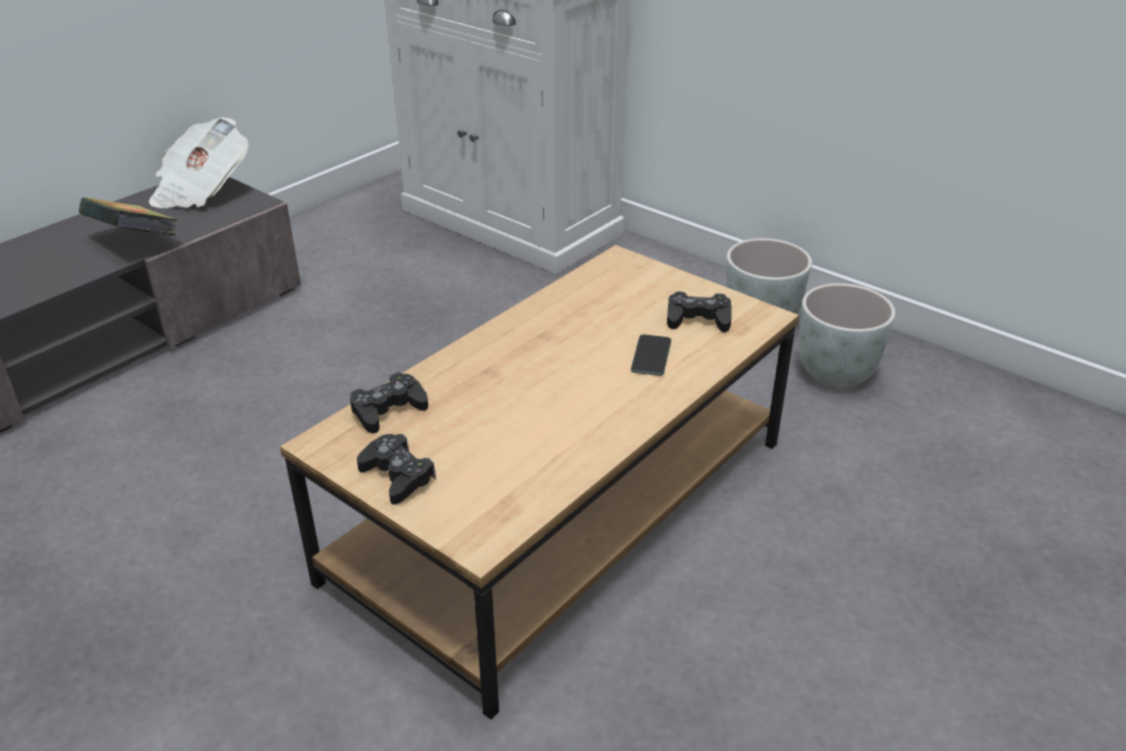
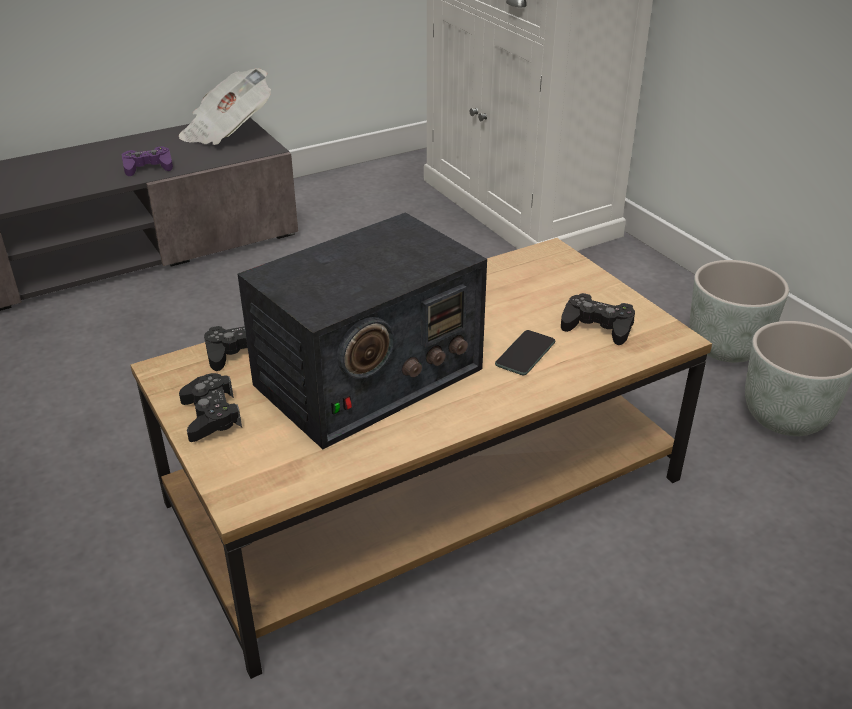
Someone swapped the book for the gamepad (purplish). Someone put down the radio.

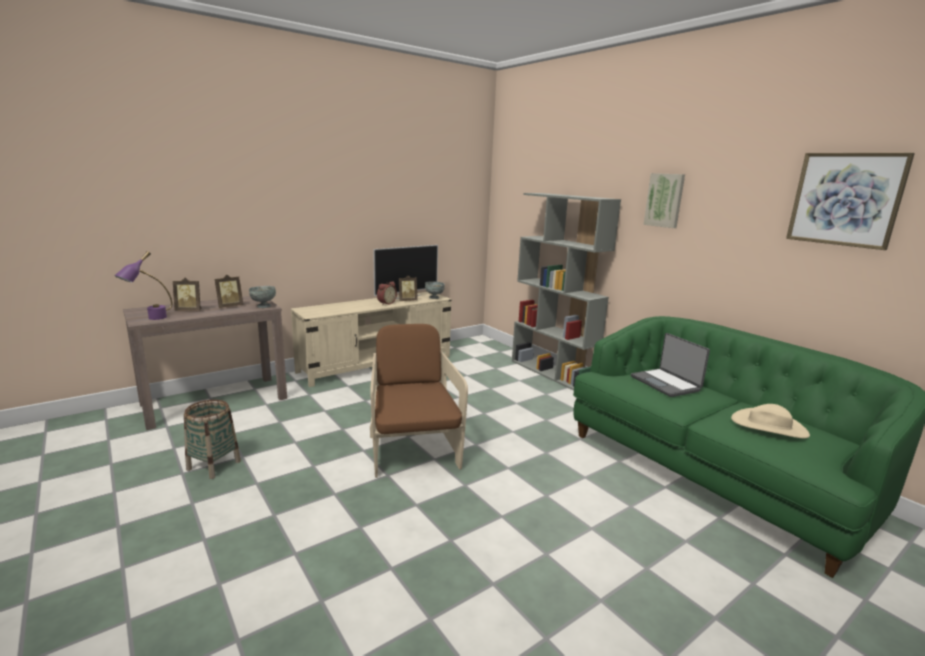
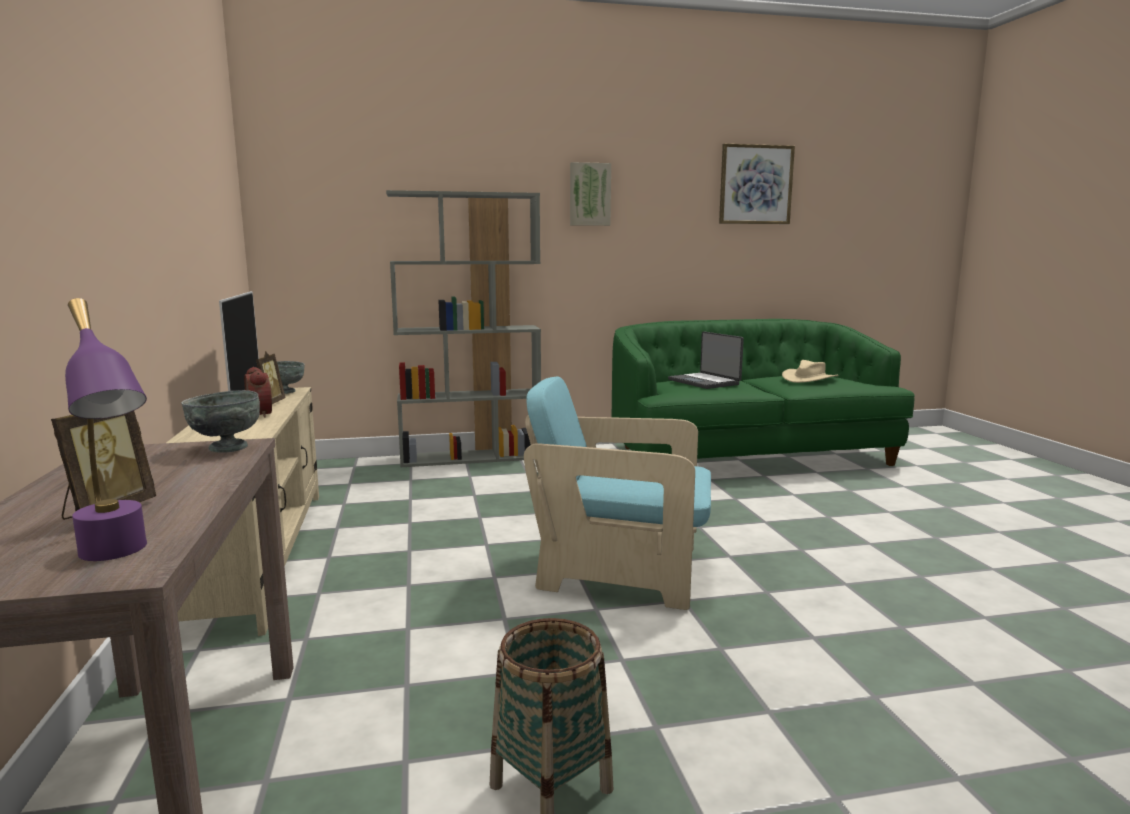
Someone repainted the armchair (brownish), which became the armchair (blue-green). Someone rotated the portable computer by 60 degrees clockwise. Someone took away the standing frame (no. 2 from left).

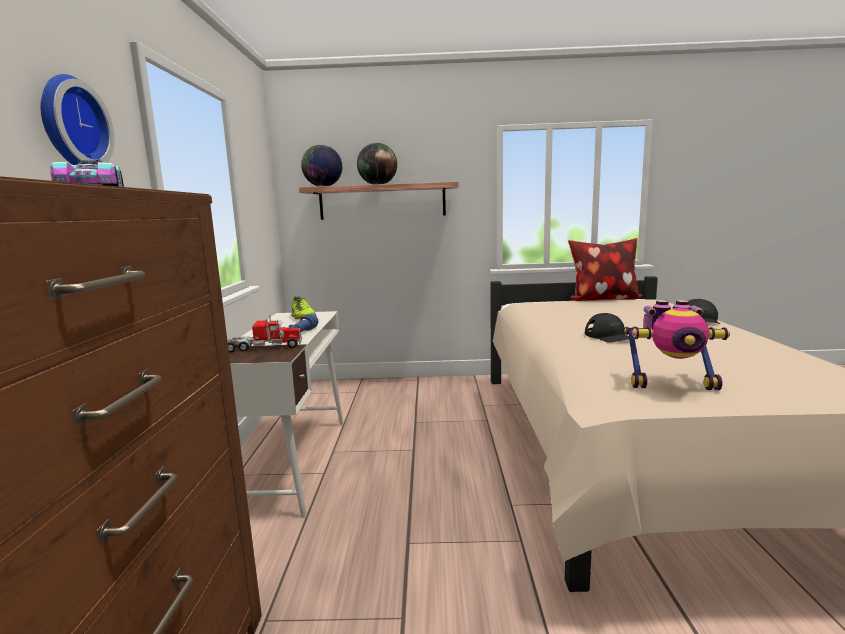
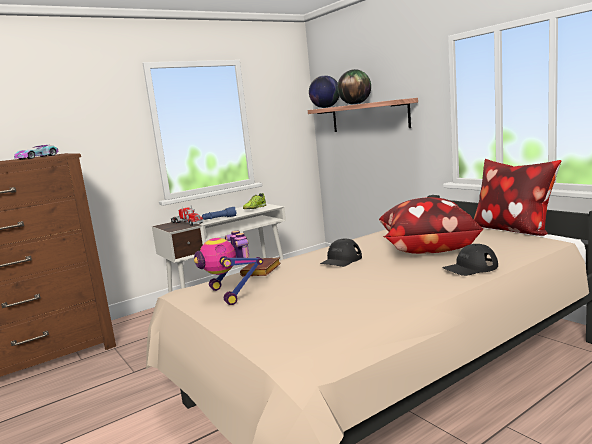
Someone put down the book (brownish). Someone put down the throw pillow (no. 1 from left). Someone took away the hanging clock.

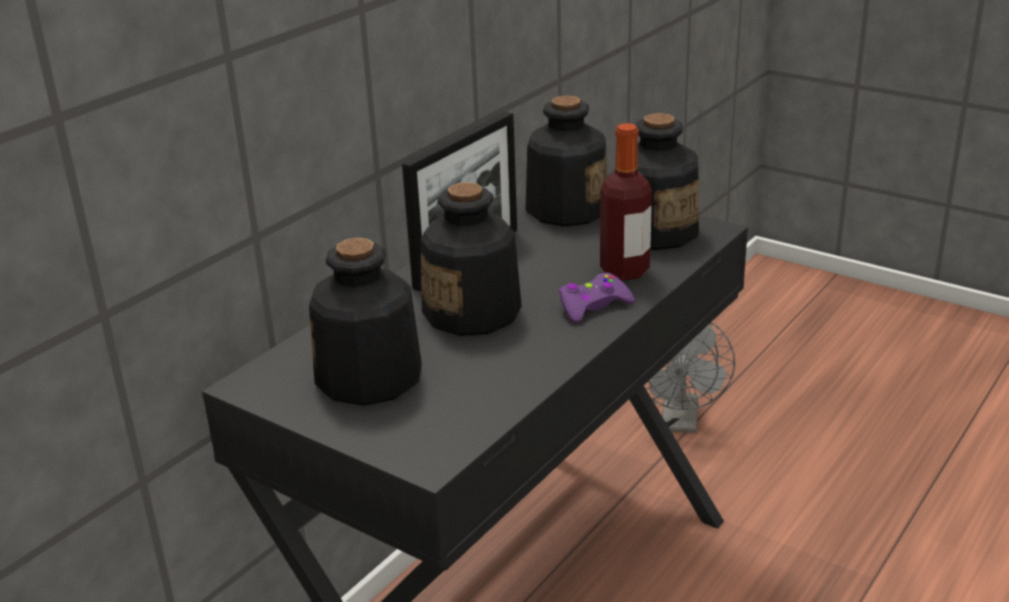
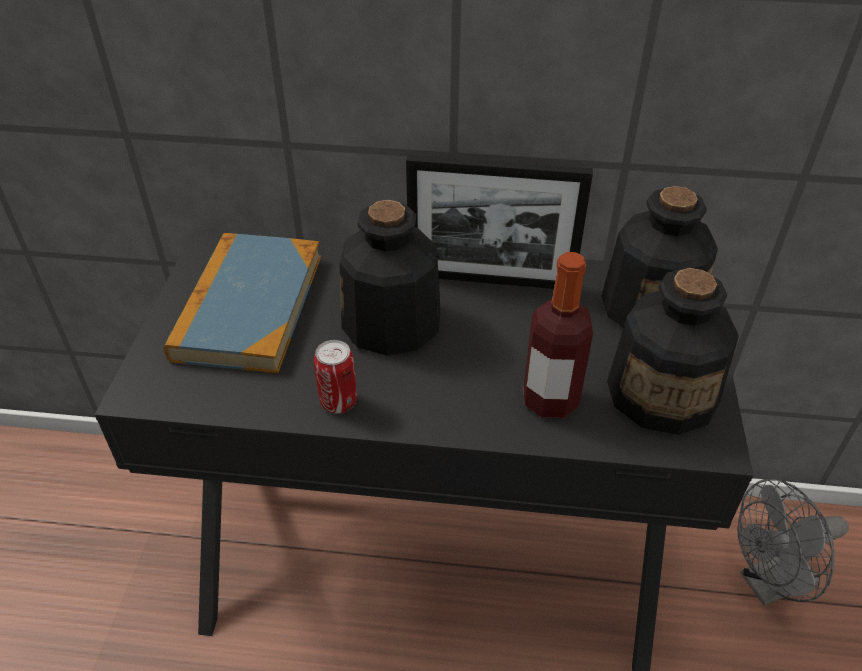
Someone swapped the drink bottle (no. 1 from left) for the book. Someone put down the can. Someone took away the gamepad (purplish).

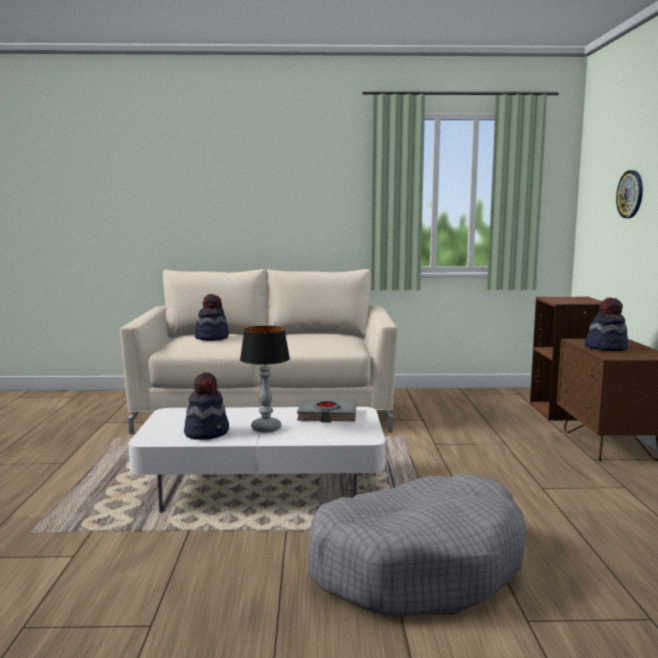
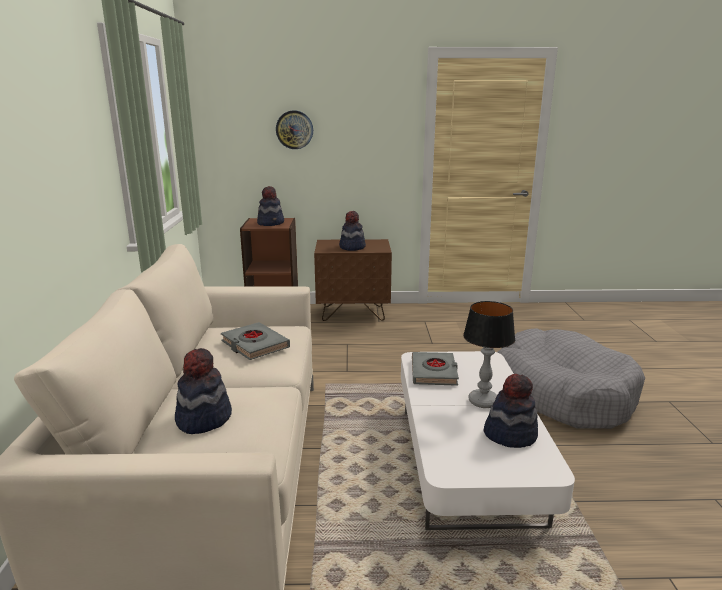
Someone put down the book (greyish) (no. 1 from left). Someone put down the hat (no. 2 from left).

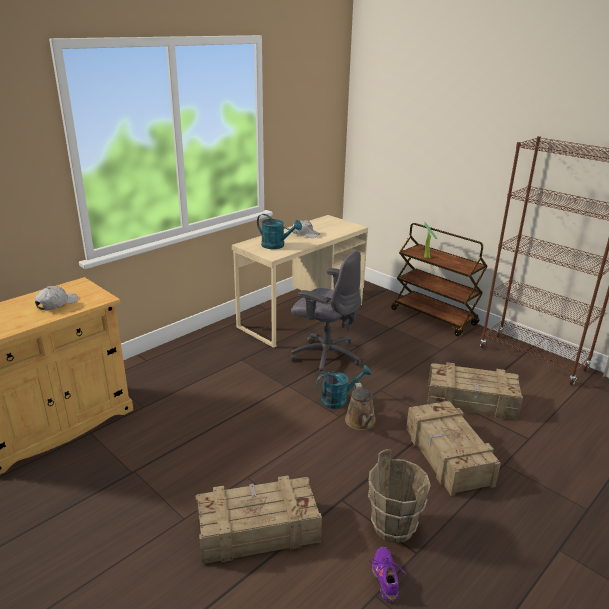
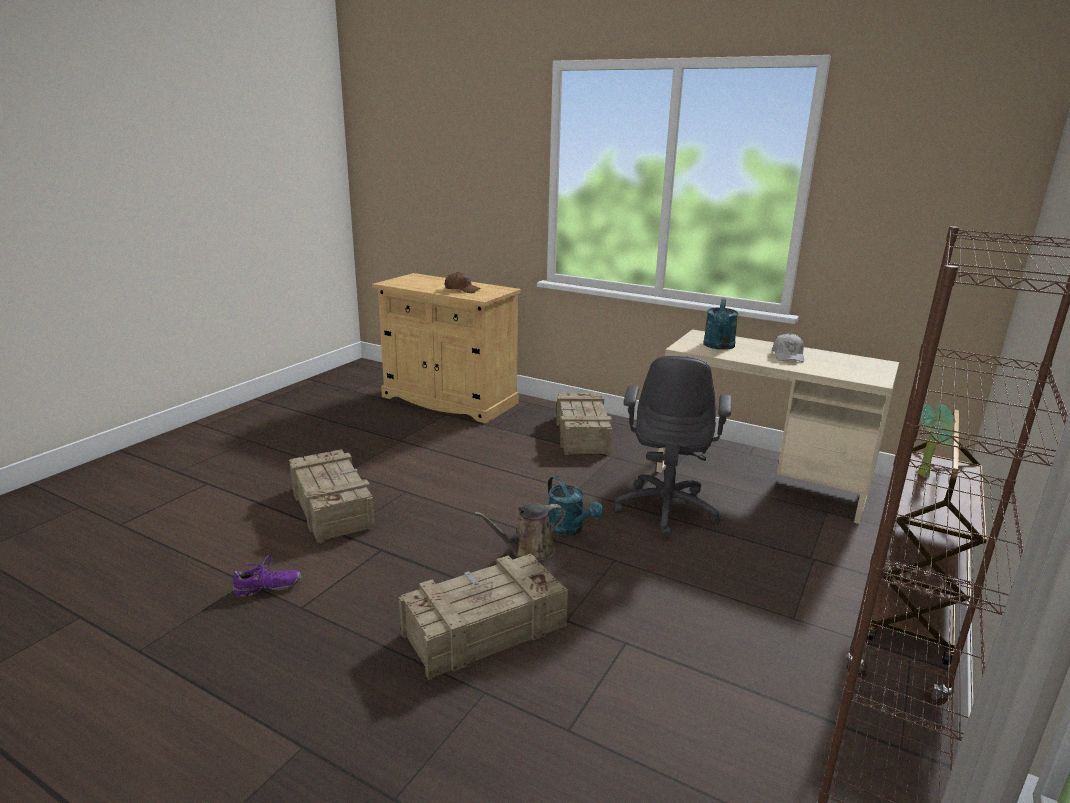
Someone repainted the baseball cap (white-coloured) (no. 1 from left), which became the baseball cap (brownish). Someone carried the crate (no. 3 from left). Someone took away the pail (brownish).

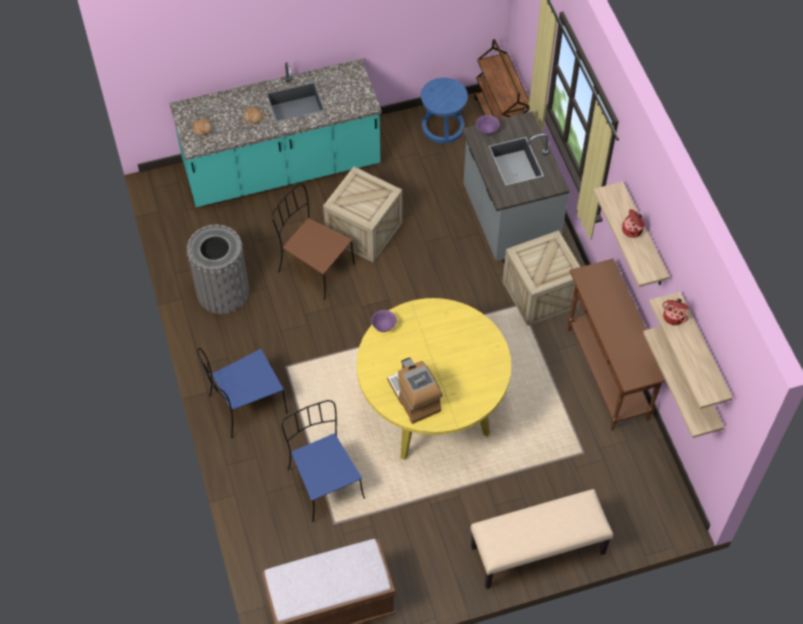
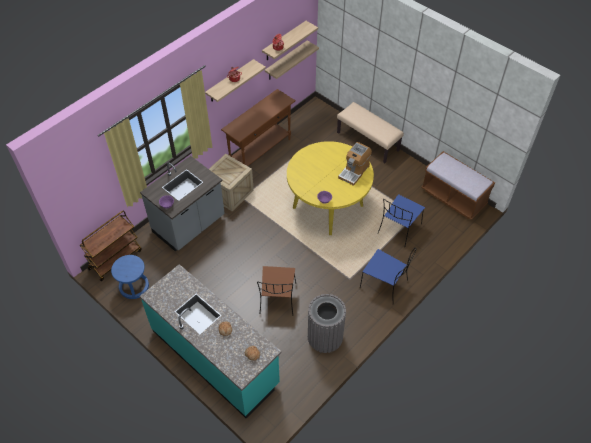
Someone took away the crate (no. 1 from left).

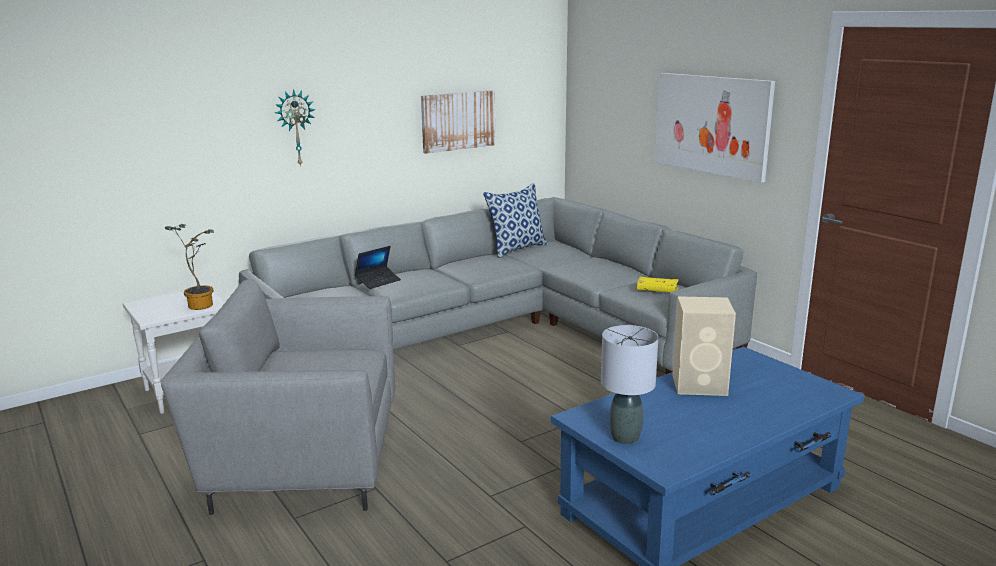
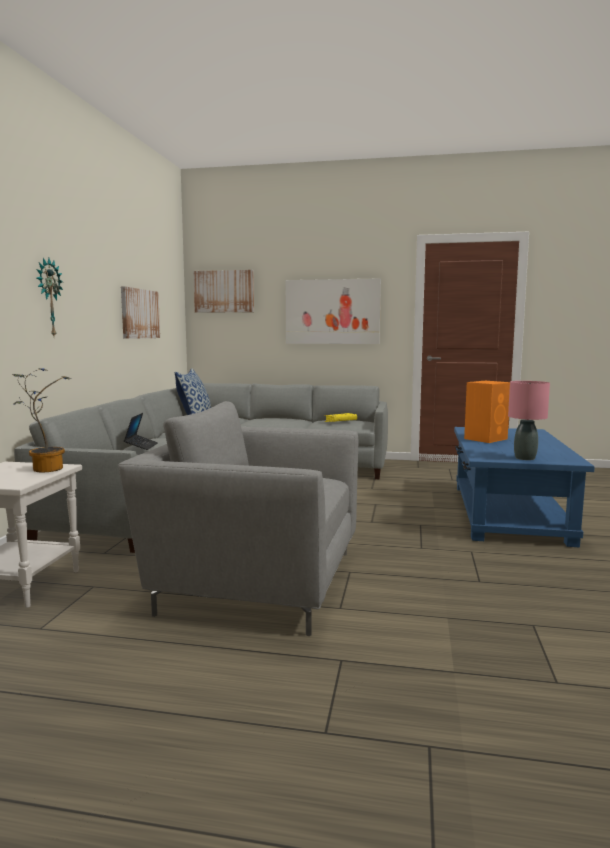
Someone rotated the armchair (greyish) by 60 degrees clockwise. Someone put up the wall art (no. 2 from left). Someone repainted the loudspeaker (sand-coloured), which became the loudspeaker (orangey). Someone repainted the table lamp (greyish), which became the table lamp (pink).

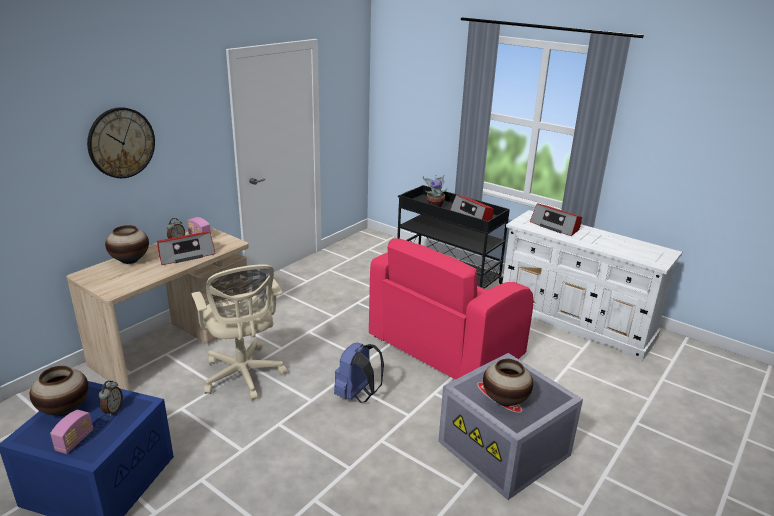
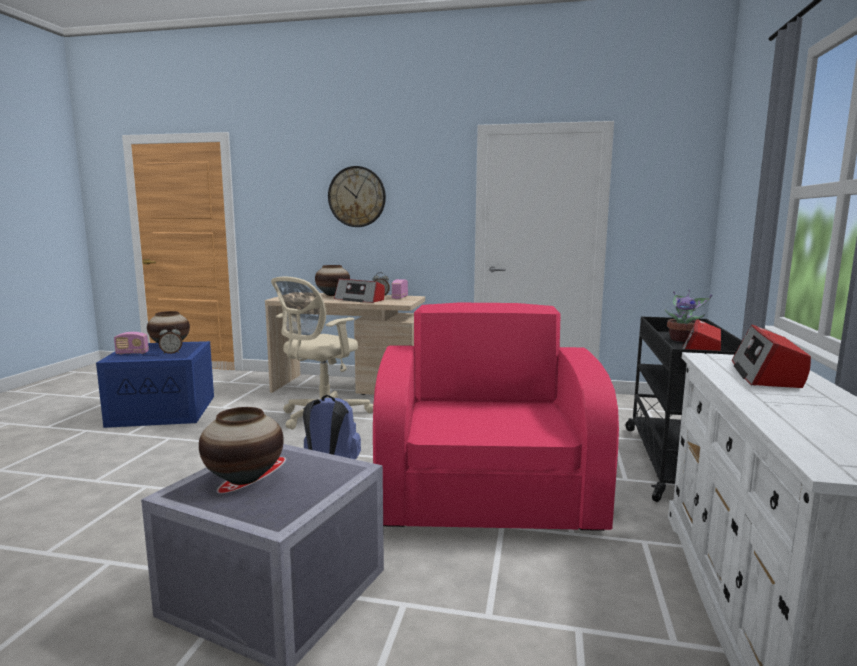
Someone rotated the armchair (pink) by 75 degrees clockwise.

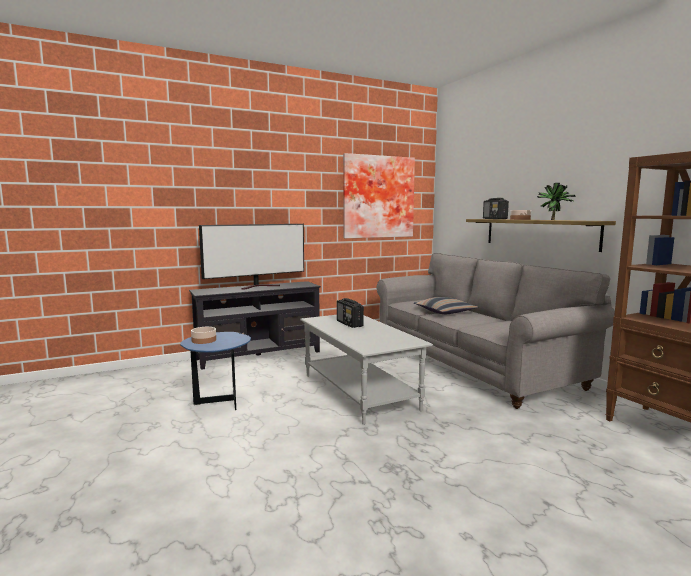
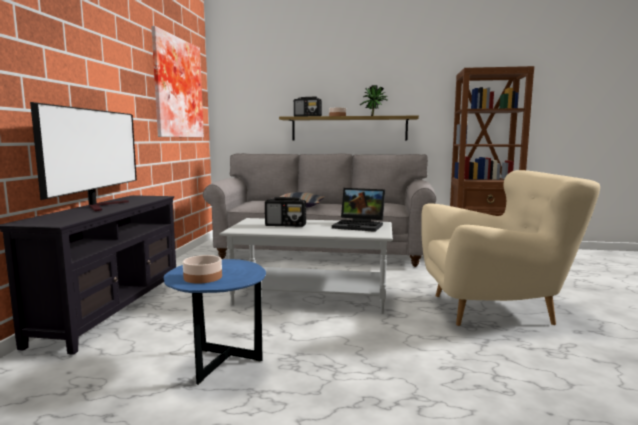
Someone put down the portable computer. Someone put down the armchair (sand-coloured).

